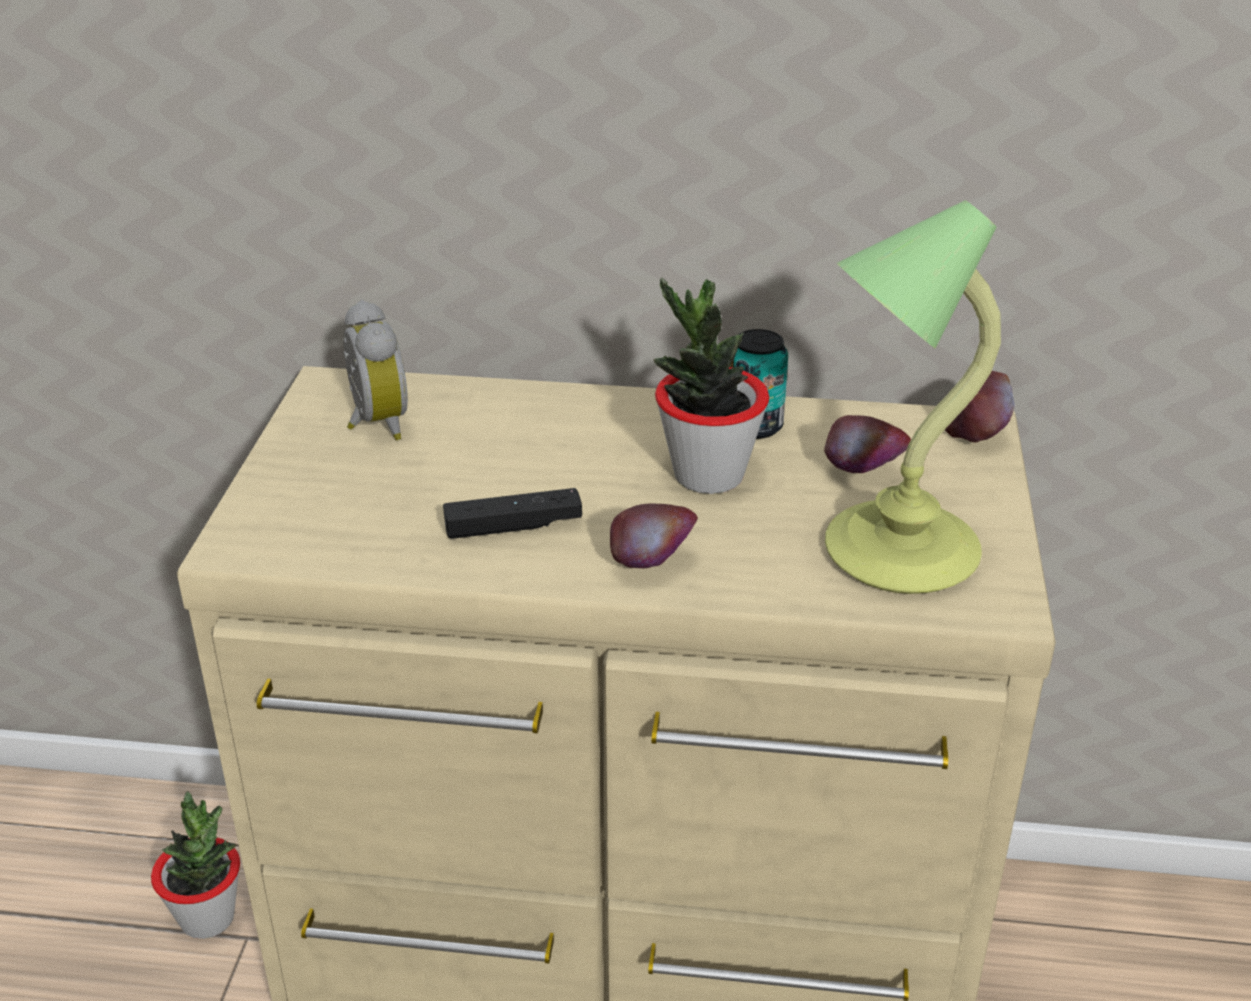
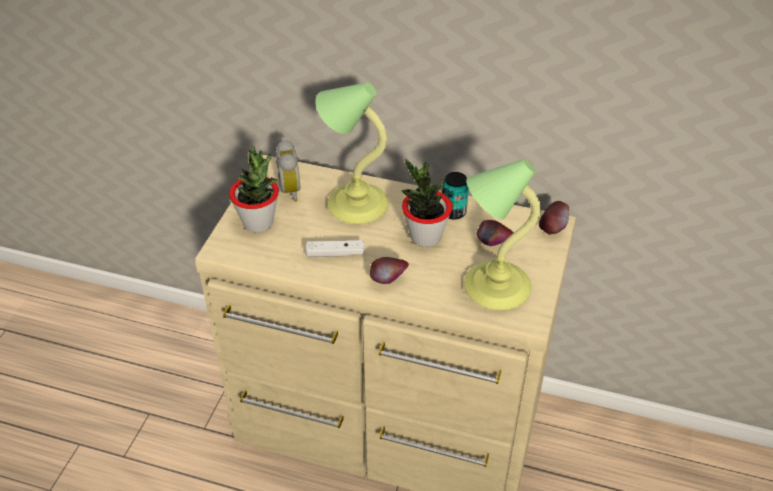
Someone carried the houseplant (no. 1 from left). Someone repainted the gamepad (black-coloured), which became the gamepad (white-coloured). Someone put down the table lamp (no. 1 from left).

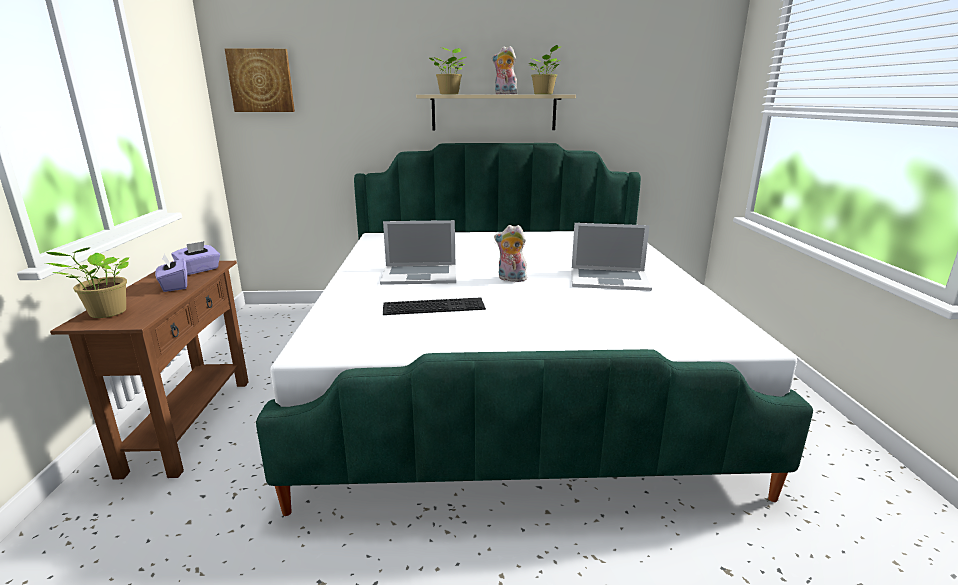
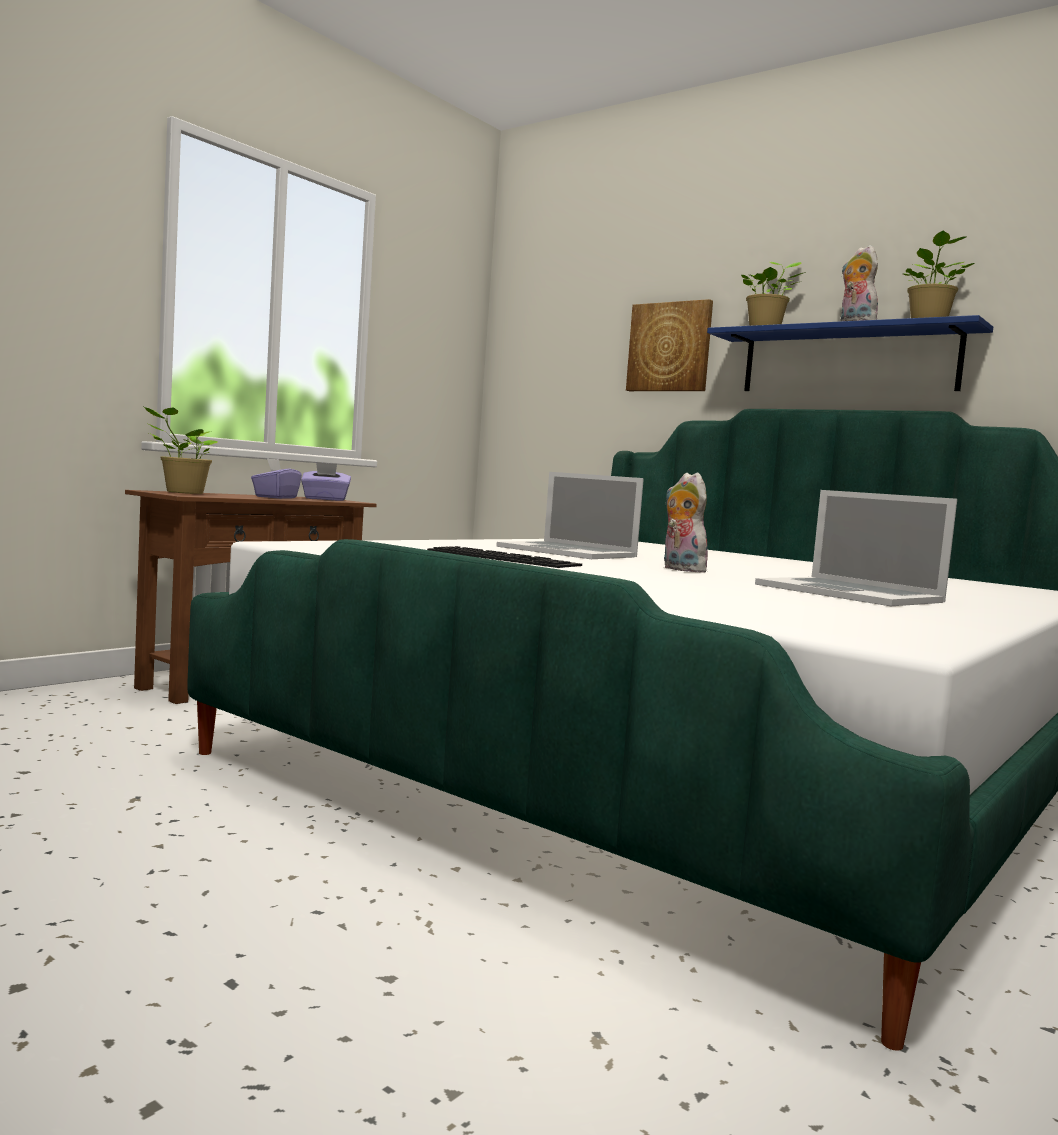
Someone carried the wall art. Someone repainted the shelf (sand-coloured), which became the shelf (bluish).

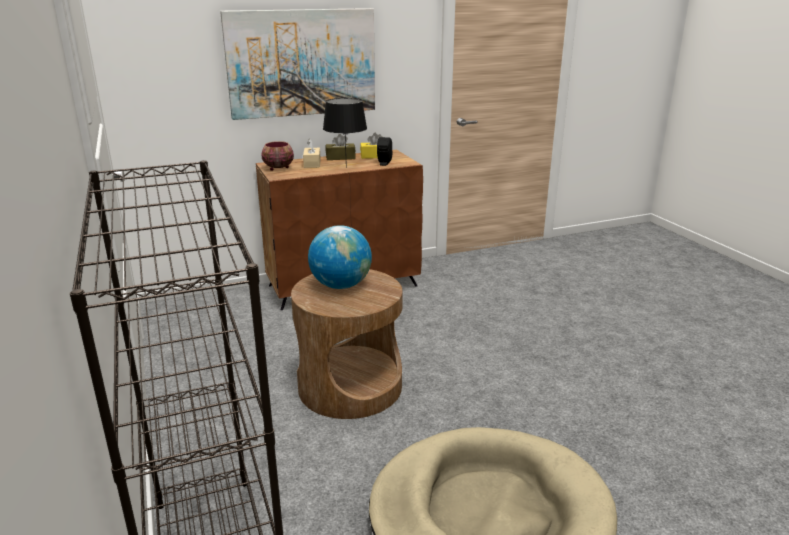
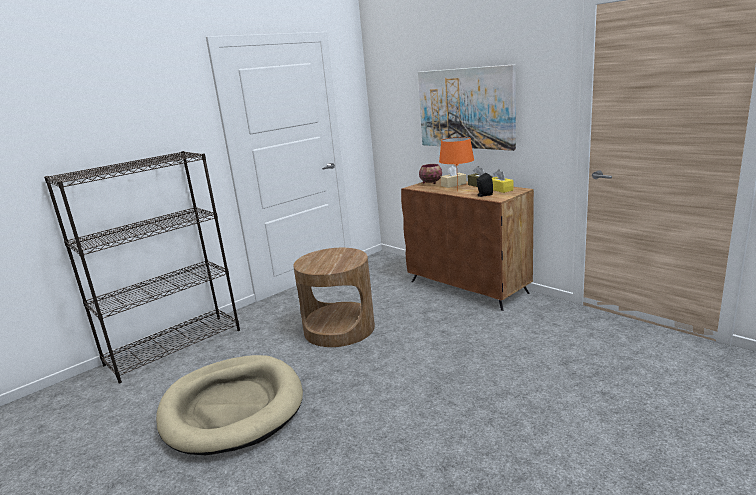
Someone repainted the table lamp (black-coloured), which became the table lamp (orangey). Someone took away the globe.

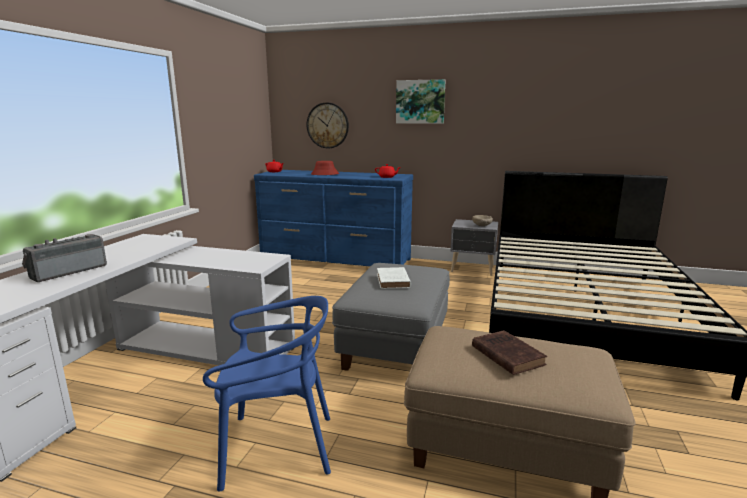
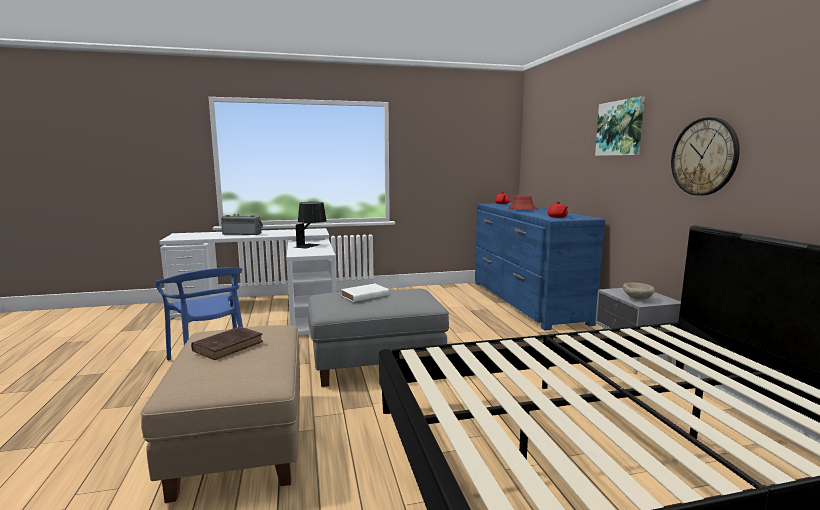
Someone put down the table lamp (black-coloured). Someone carried the hanging clock.

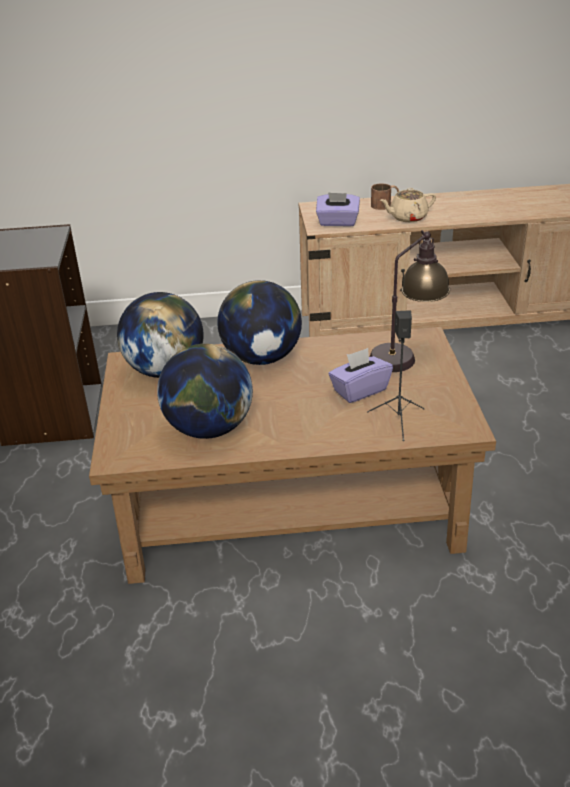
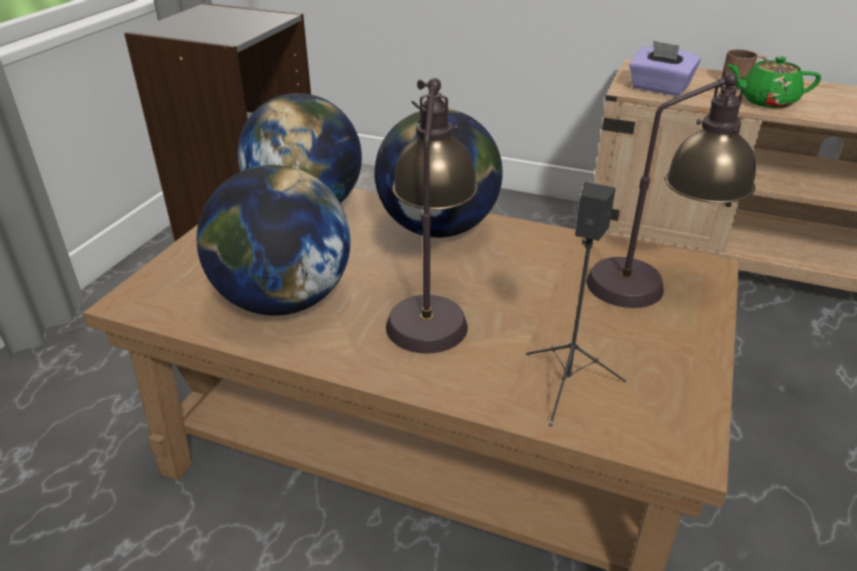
Someone put down the table lamp (no. 1 from left). Someone repainted the tea pot (sand-coloured), which became the tea pot (green-coloured). Someone took away the tissue holder (purplish) (no. 2 from left).

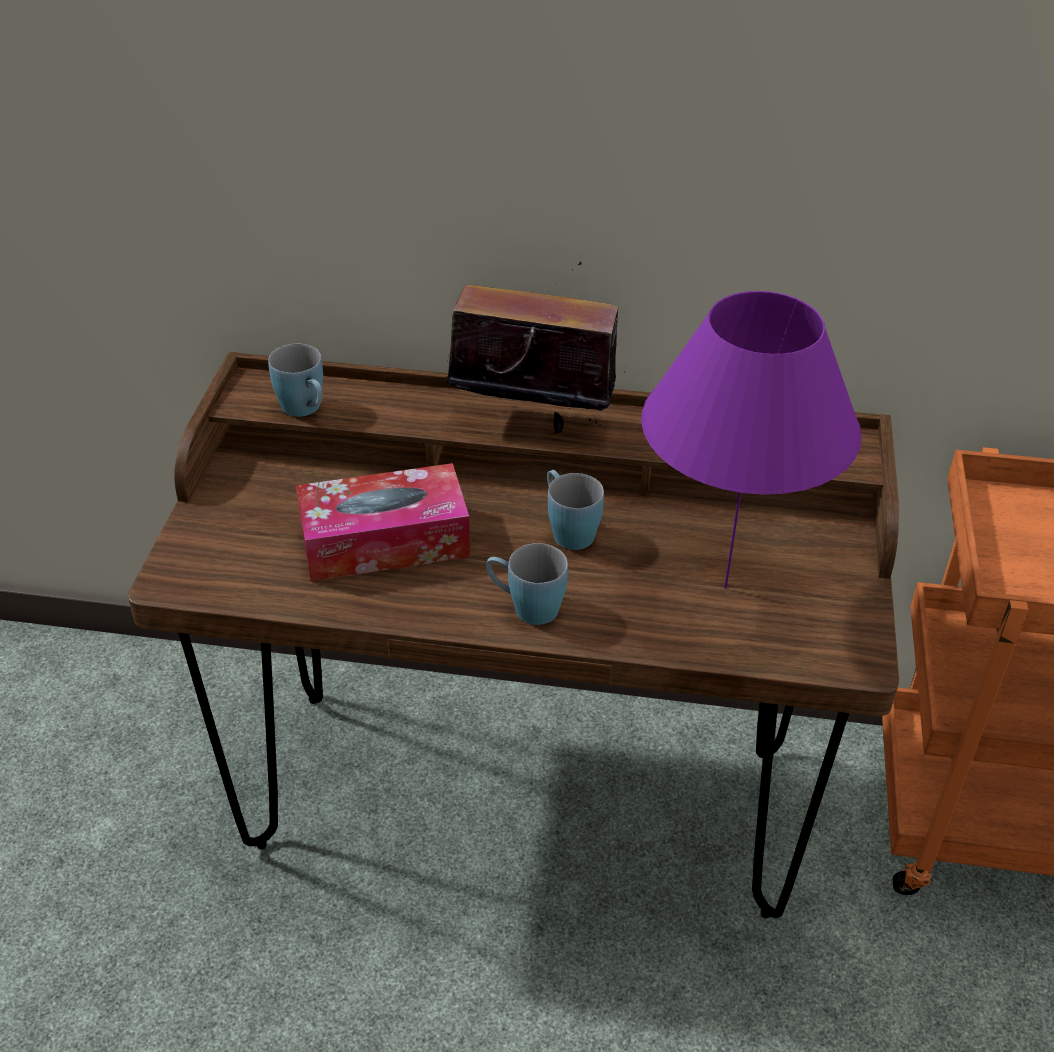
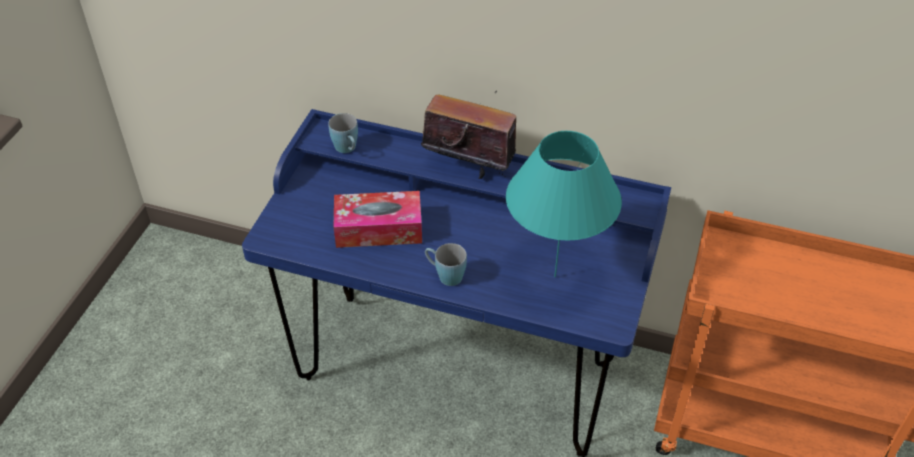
Someone repainted the desk (brownish), which became the desk (bluish). Someone repainted the table lamp (purplish), which became the table lamp (blue-green). Someone took away the tea mug (bluish) (no. 3 from left).

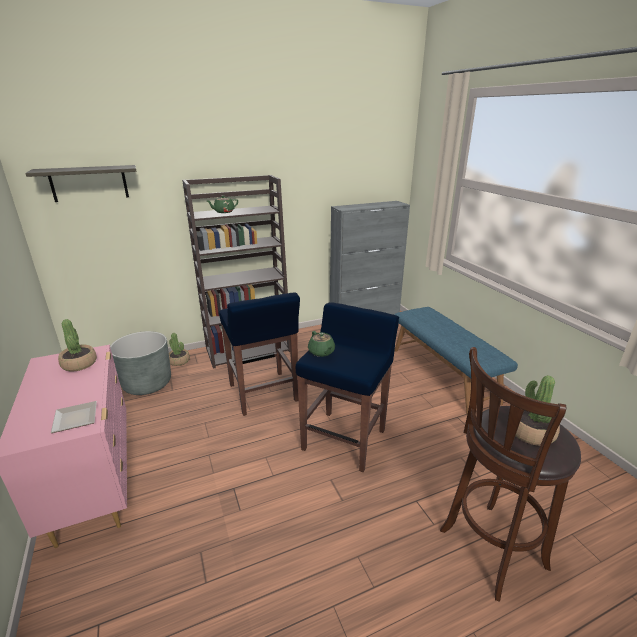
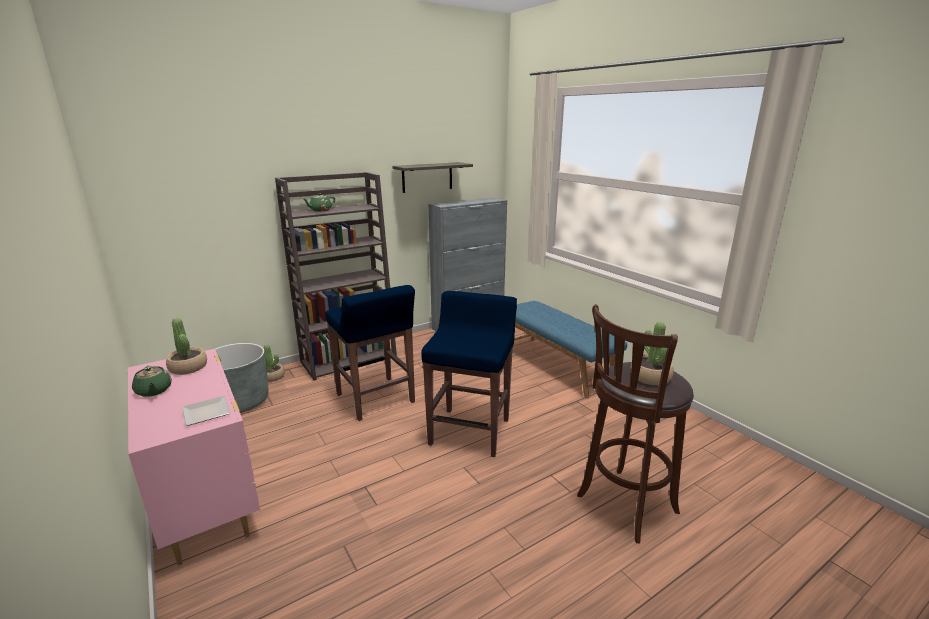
Someone carried the tea pot (green-coloured) (no. 2 from left in the first image). Someone carried the shelf.

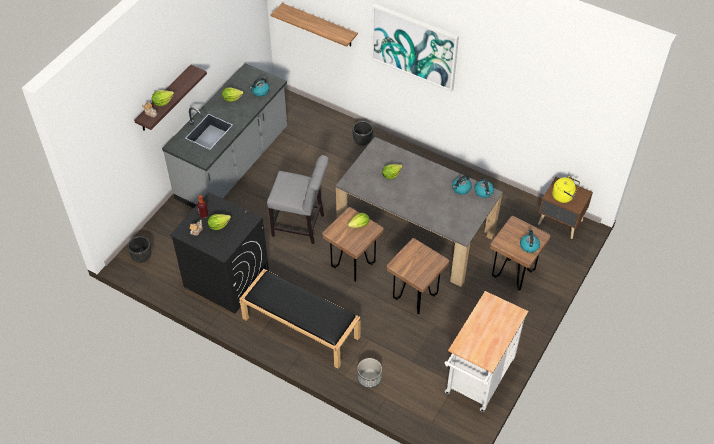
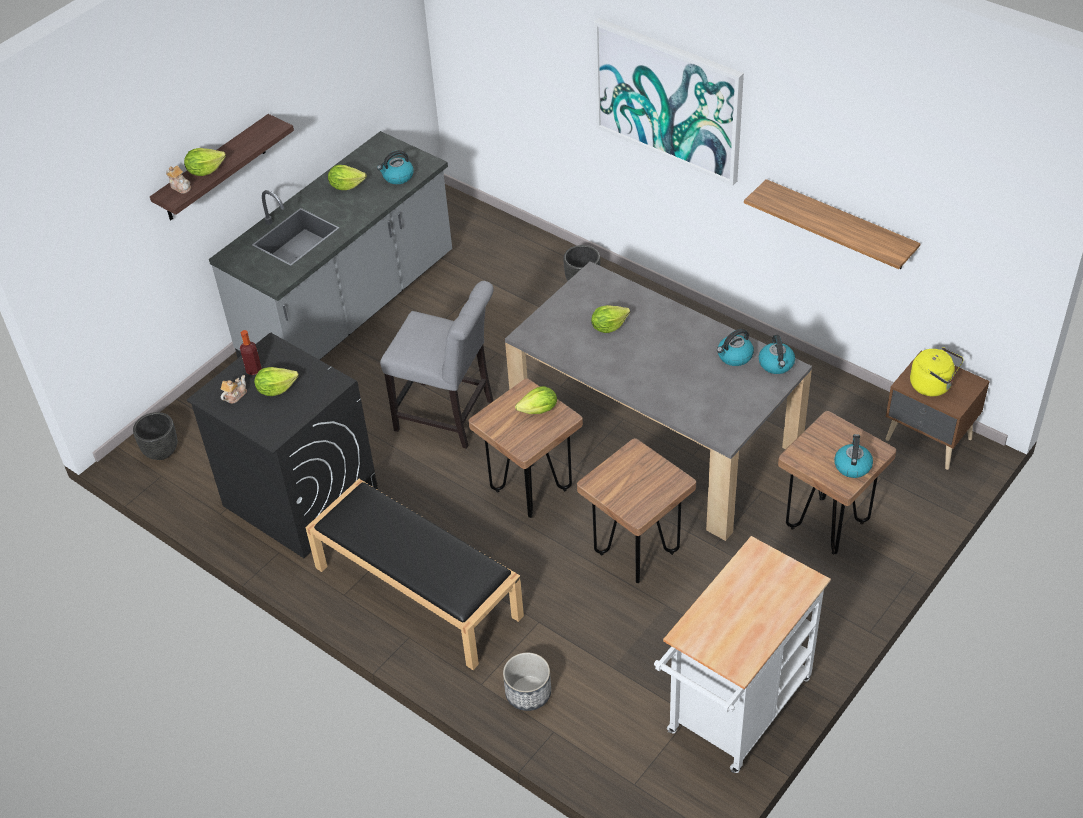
Someone carried the shelf (no. 2 from left).

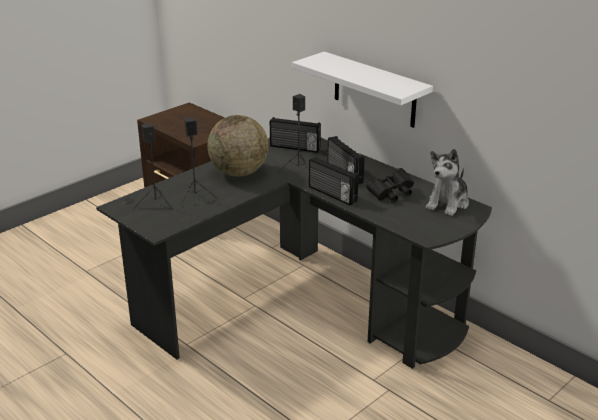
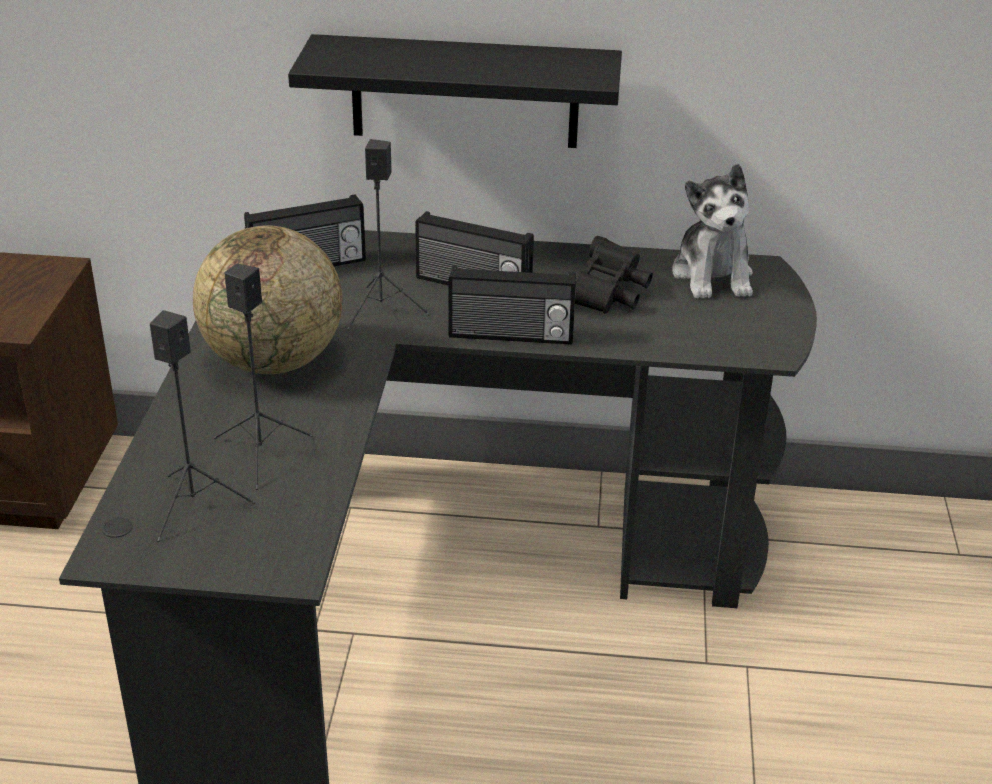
Someone repainted the shelf (white-coloured), which became the shelf (black-coloured).

